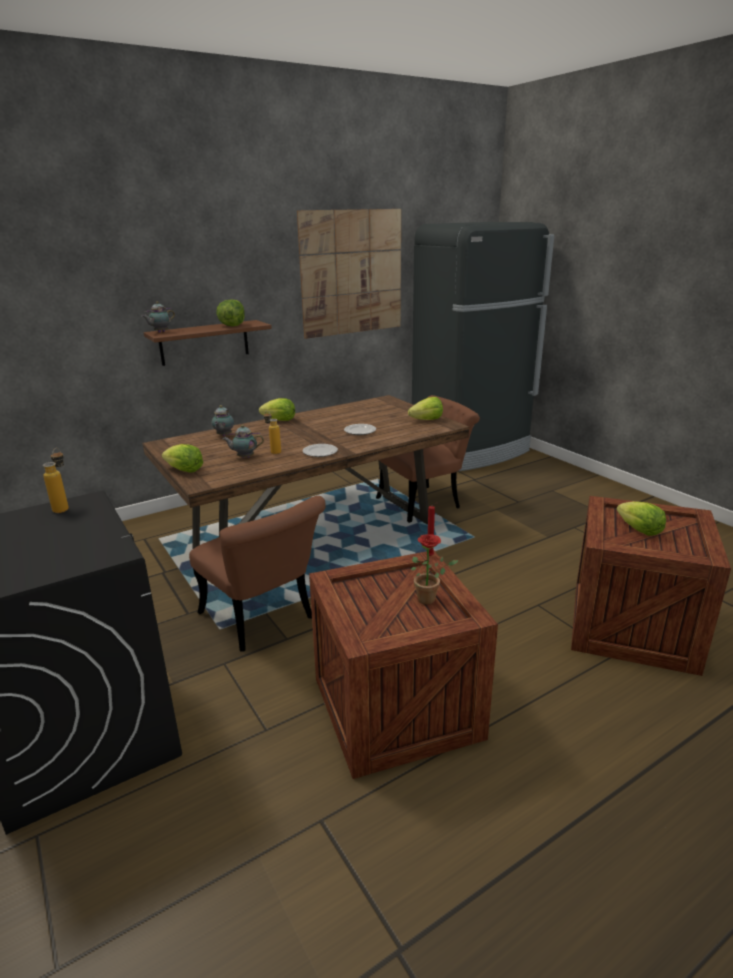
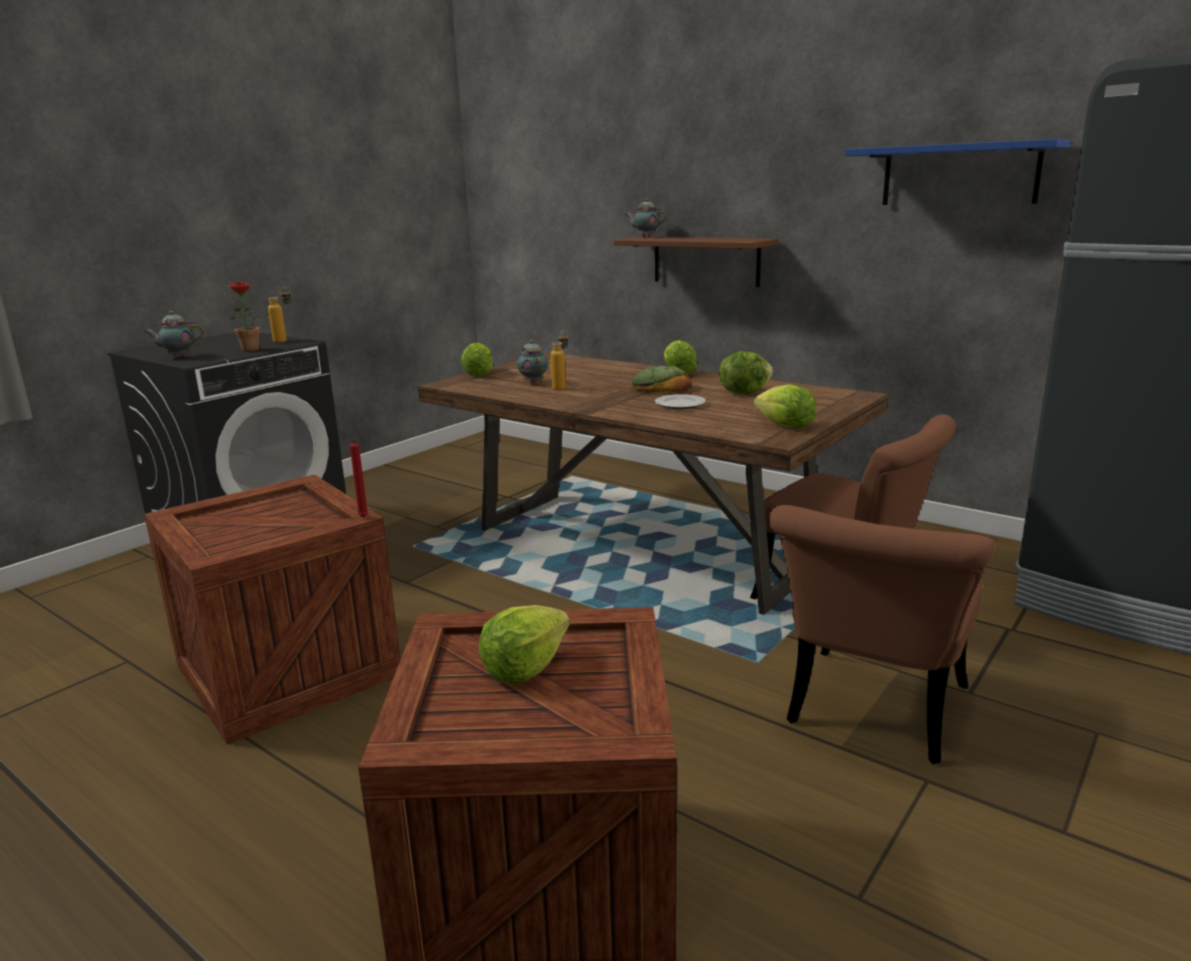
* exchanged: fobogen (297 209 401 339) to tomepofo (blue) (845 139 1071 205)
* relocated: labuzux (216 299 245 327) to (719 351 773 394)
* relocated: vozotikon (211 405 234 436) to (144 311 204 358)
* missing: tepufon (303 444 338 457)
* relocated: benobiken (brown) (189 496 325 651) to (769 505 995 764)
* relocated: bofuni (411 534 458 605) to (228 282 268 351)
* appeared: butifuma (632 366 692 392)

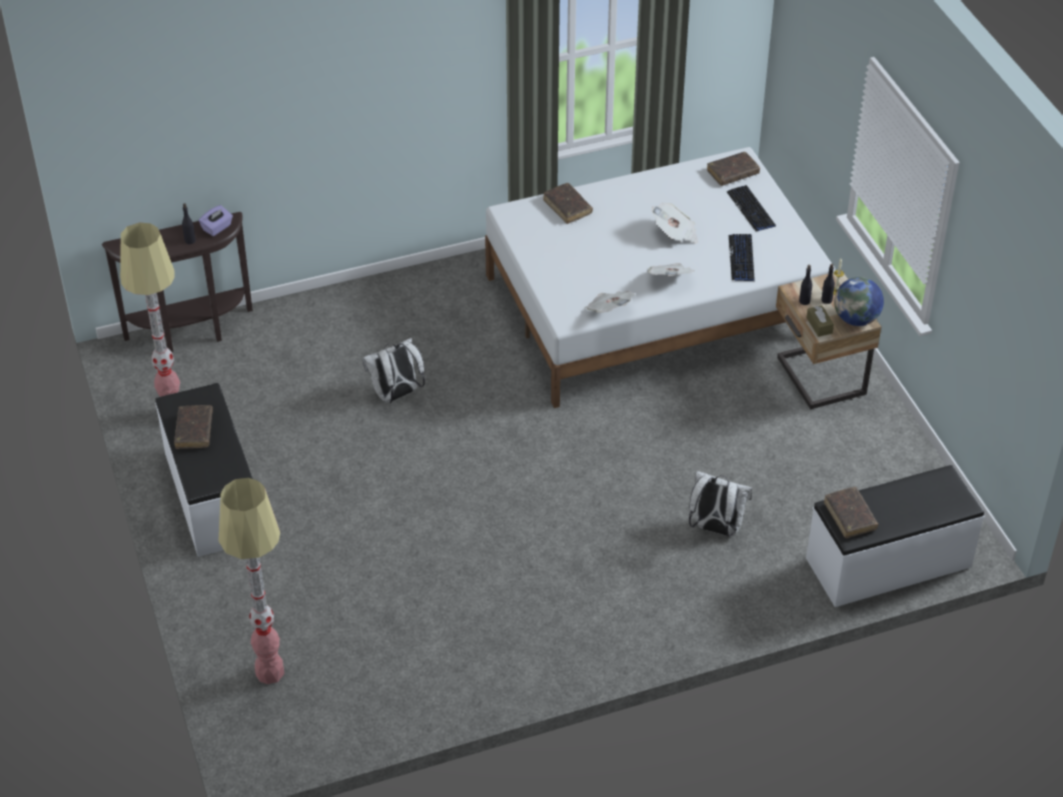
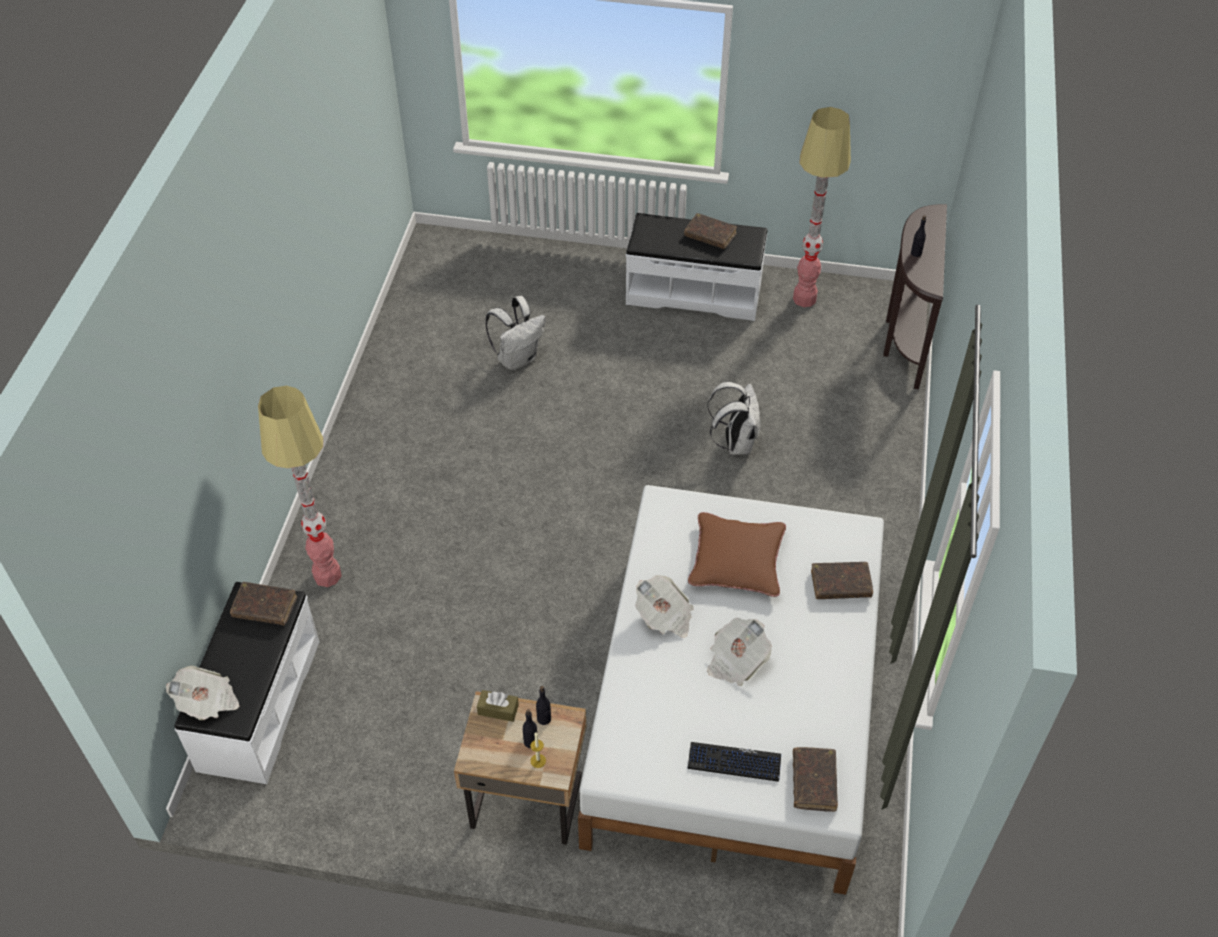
* missing: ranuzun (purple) (199 205 233 236)
* missing: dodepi (729 234 755 281)
* missing: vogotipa (834 277 884 326)
* relocated: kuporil (584 291 636 313) to (166 666 240 720)
* relocated: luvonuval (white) (689 471 752 536) to (485 296 546 370)
* relocated: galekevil (218 478 285 684) to (258 386 342 587)
* appeared: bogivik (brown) (688 512 786 597)

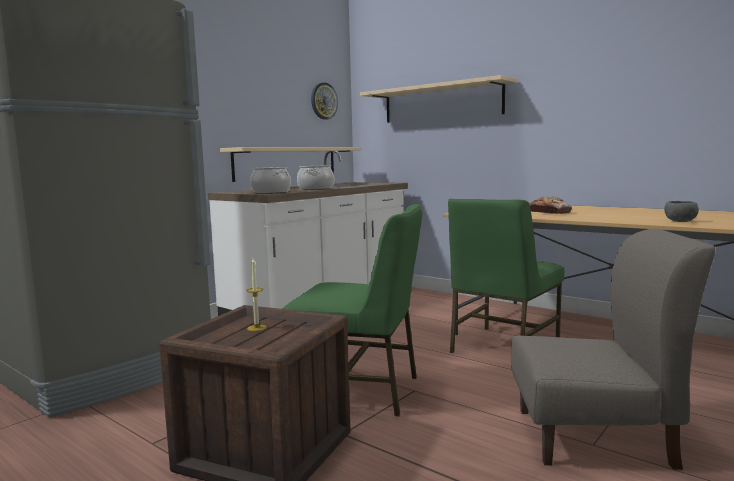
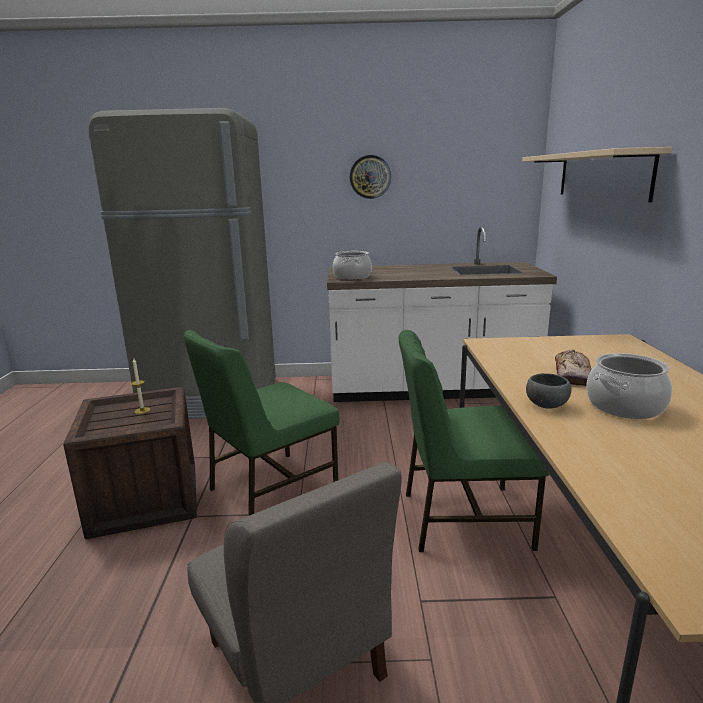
* relocated: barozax (311 82 338 120) to (350 155 391 199)
* missing: tomepofo (beige) (220 147 361 182)
* relocated: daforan (297 166 334 190) to (586 353 672 419)
* relocated: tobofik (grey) (664 201 699 222) to (526 373 571 408)
* spun: benobiken (green) (282 204 422 416) = (184 330 339 516) 75 degrees clockwise

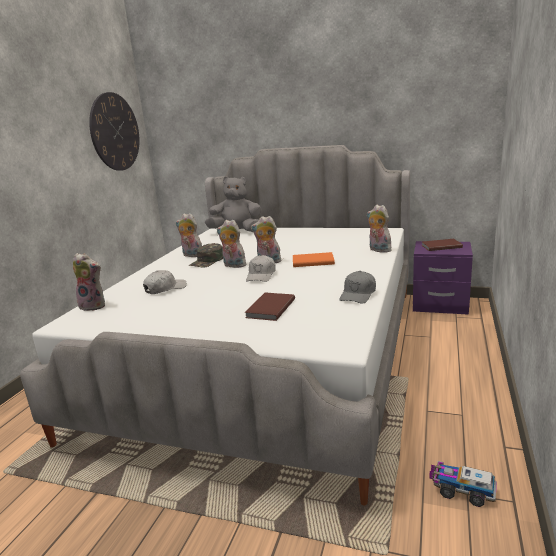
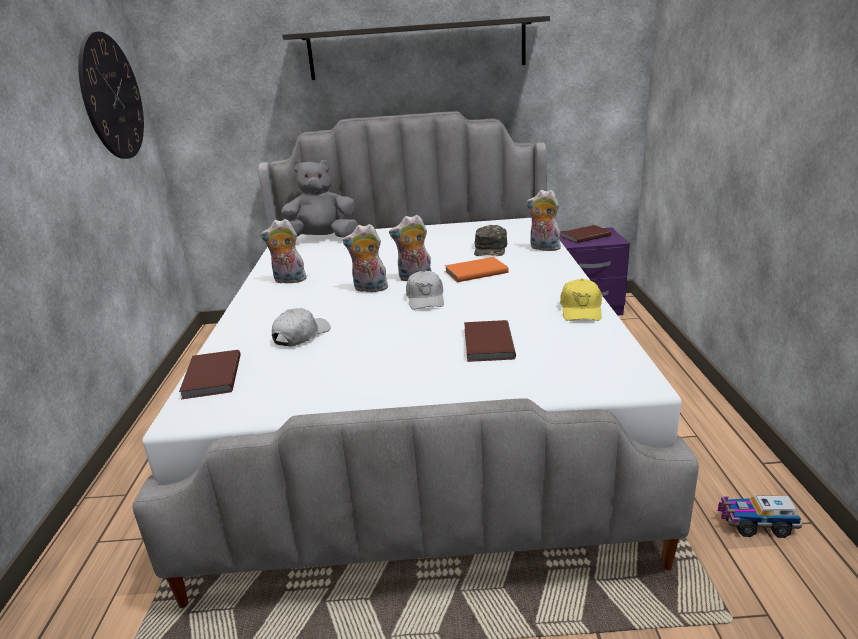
* relocated: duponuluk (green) (189 243 223 267) to (474 225 507 256)
* exchanged: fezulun (73 253 105 311) to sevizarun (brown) (179 350 241 399)
* colour: duponuluk (grey) (339 271 376 303) to duponuluk (yellow) (560 279 602 321)
* appeared: tomepofo (282 16 550 80)

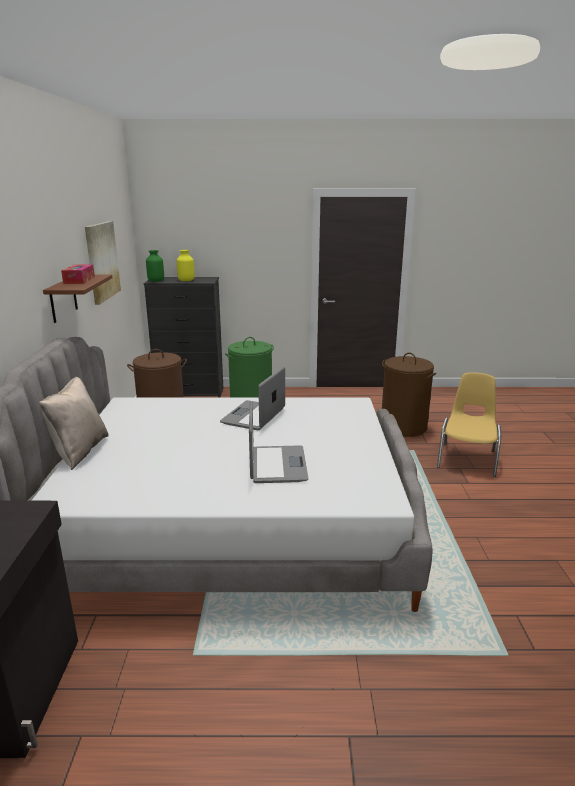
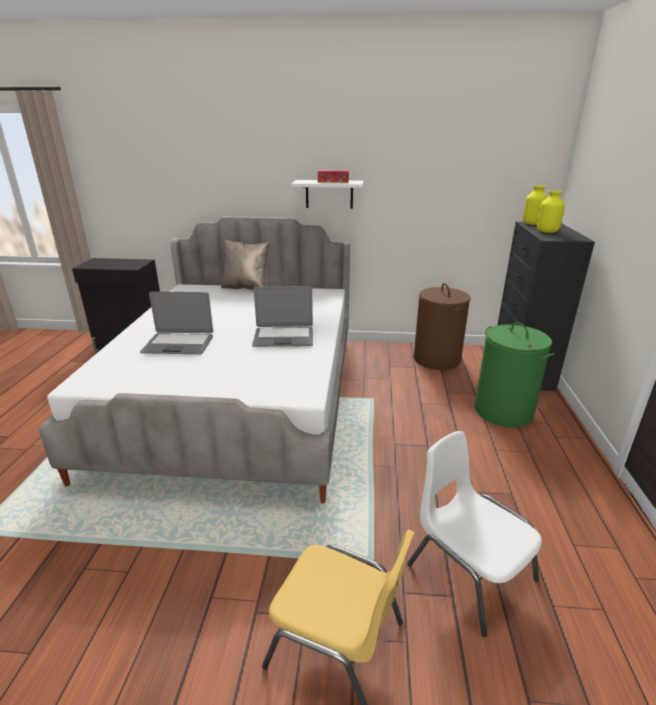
* missing: fobogen (85 221 121 305)
* colour: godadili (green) (146 250 164 282) to godadili (yellow) (523 186 548 225)
* colour: tomepofo (brown) (43 275 112 323) to tomepofo (white) (291 180 364 209)
* exchanged: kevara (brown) (382 353 436 437) to benobiken (white) (407 431 542 637)
* spun: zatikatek (220 367 285 430) = (252 286 313 347) 150 degrees clockwise

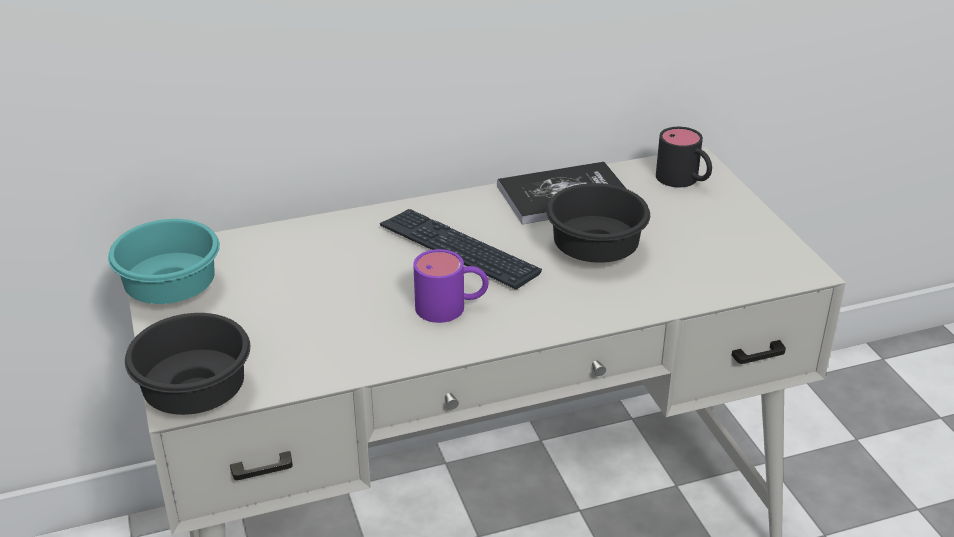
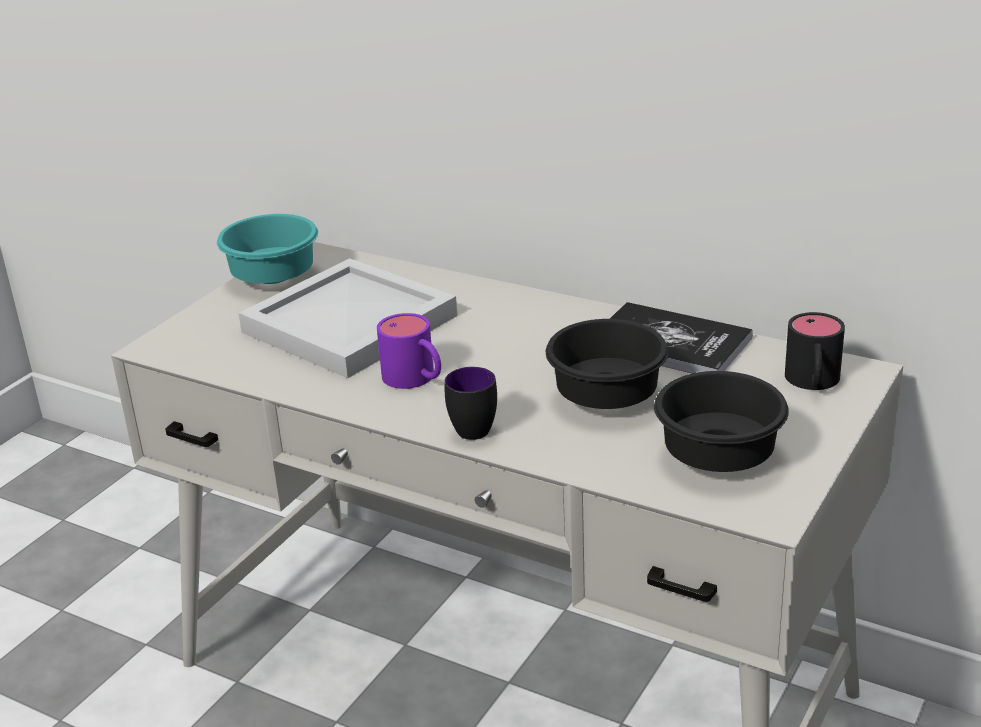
* missing: dodepi (380 209 542 289)
* relocated: tobofik (black) (125 313 250 415) to (654 371 789 472)
* appeared: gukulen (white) (239 258 457 378)
* appeared: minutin (444 367 497 440)

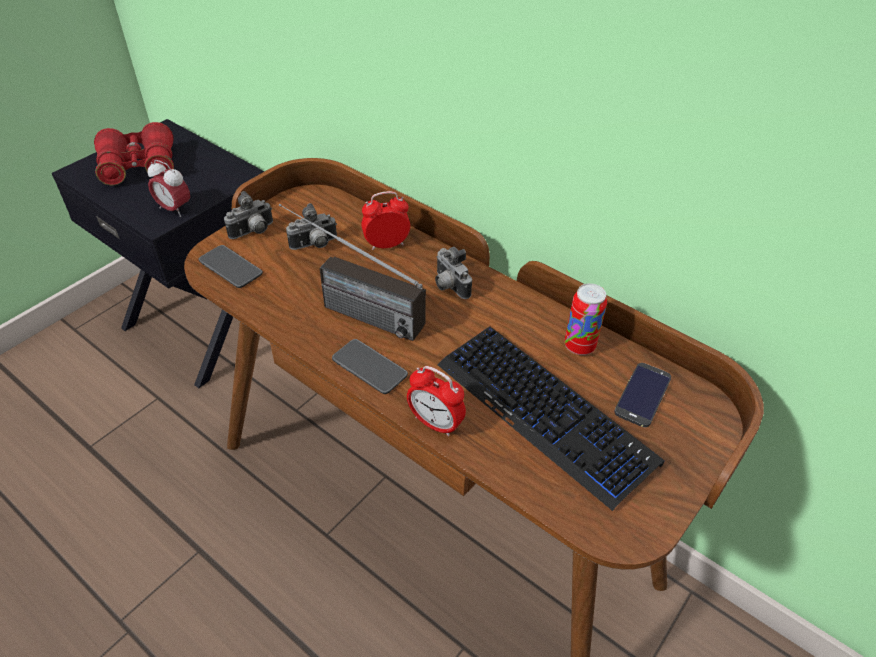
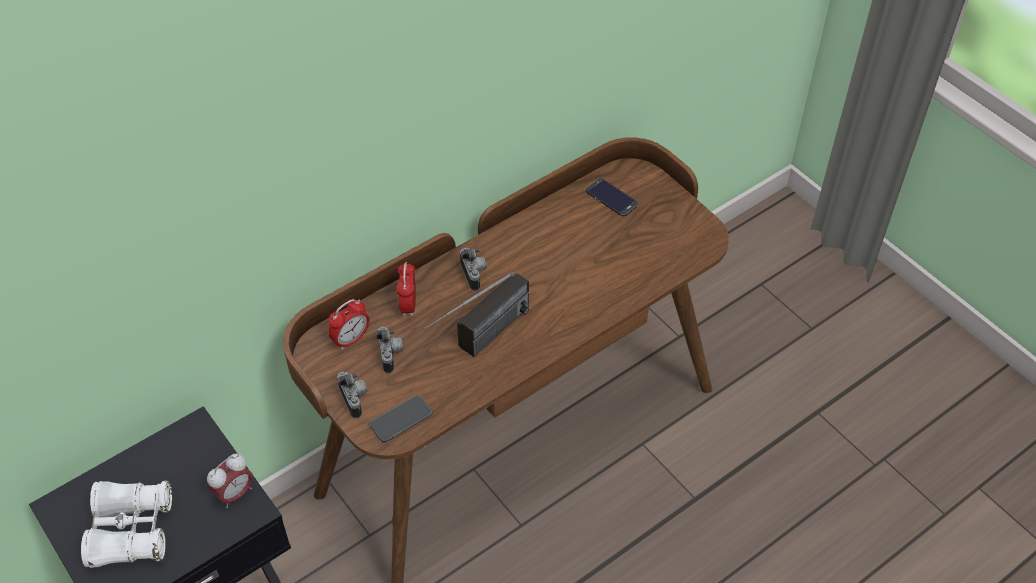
* colour: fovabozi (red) (94 122 174 185) to fovabozi (white) (81 480 172 568)
* spun: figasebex (435 247 472 299) = (460 247 487 291) 90 degrees counterclockwise
* missing: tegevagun (564 283 607 355)
* missing: dodepi (438 326 665 511)
* missing: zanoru (332 339 408 394)
* relocated: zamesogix (407 366 466 437) to (328 299 370 350)

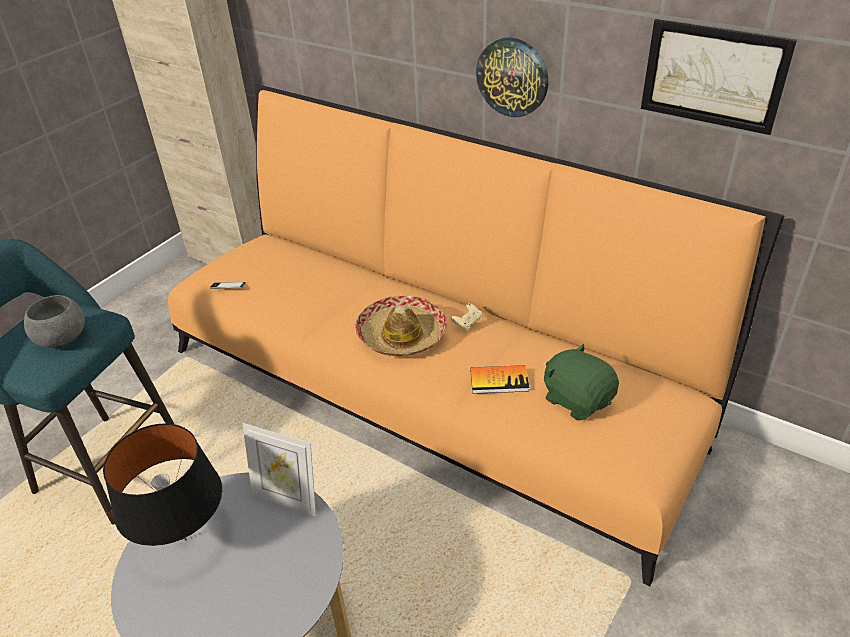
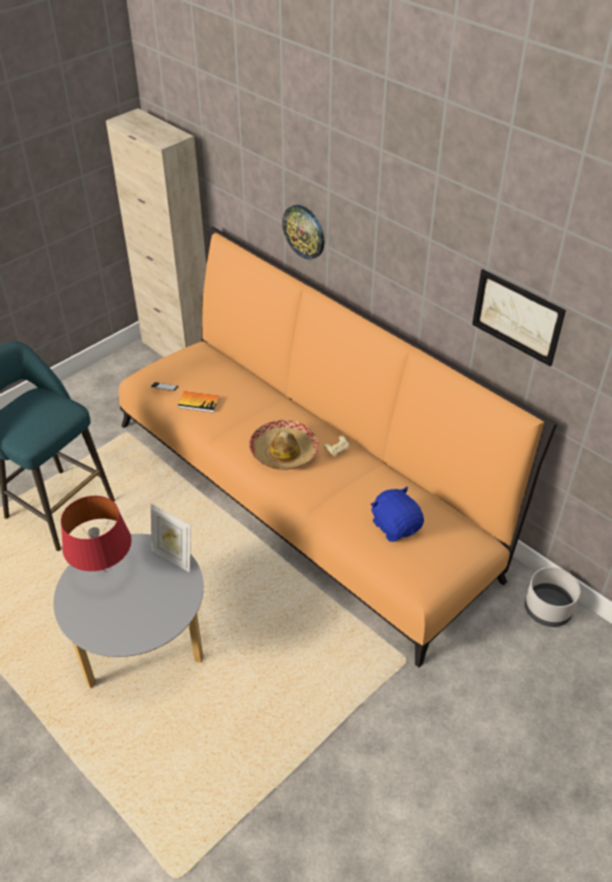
* relocated: barozax (476 37 548 117) to (282 205 325 260)
* missing: tobofik (grey) (24 295 85 347)
* colour: fezulun (green) (544 344 619 420) to fezulun (blue) (371 487 424 542)
* relocated: sevizarun (470 365 529 394) to (178 391 220 413)
* colour: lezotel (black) (103 423 222 546) to lezotel (red) (61 496 132 572)
* appeared: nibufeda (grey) (525 567 580 627)

